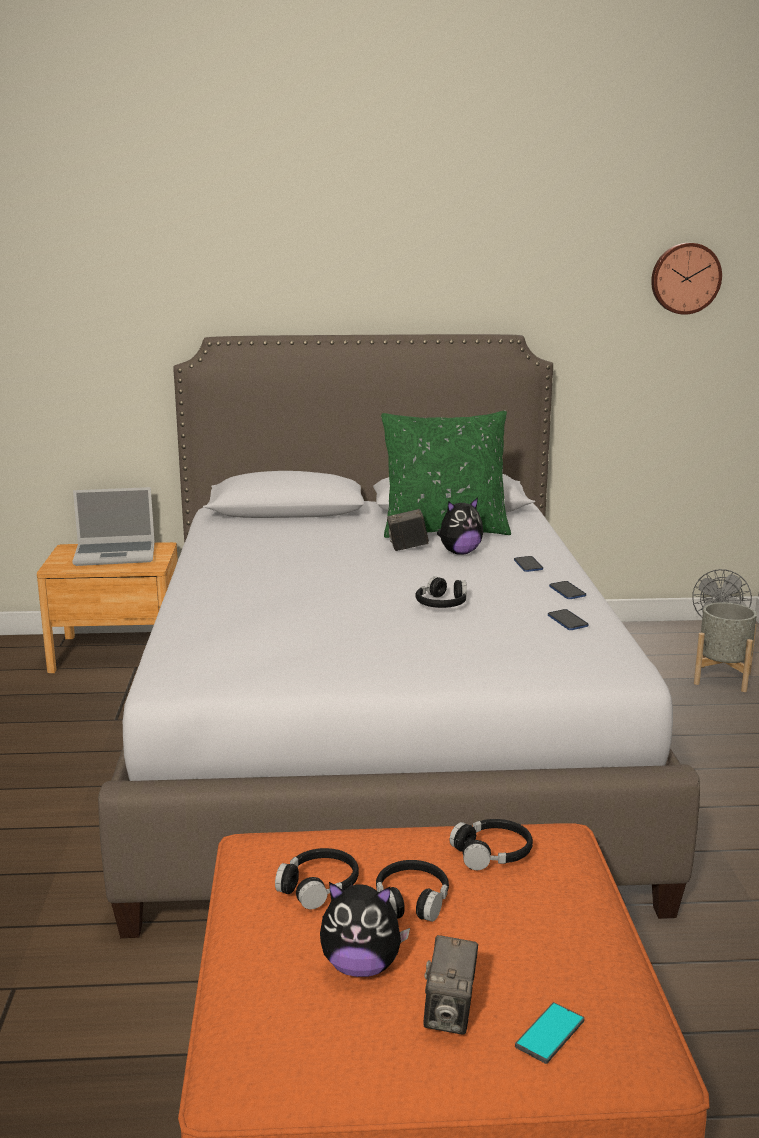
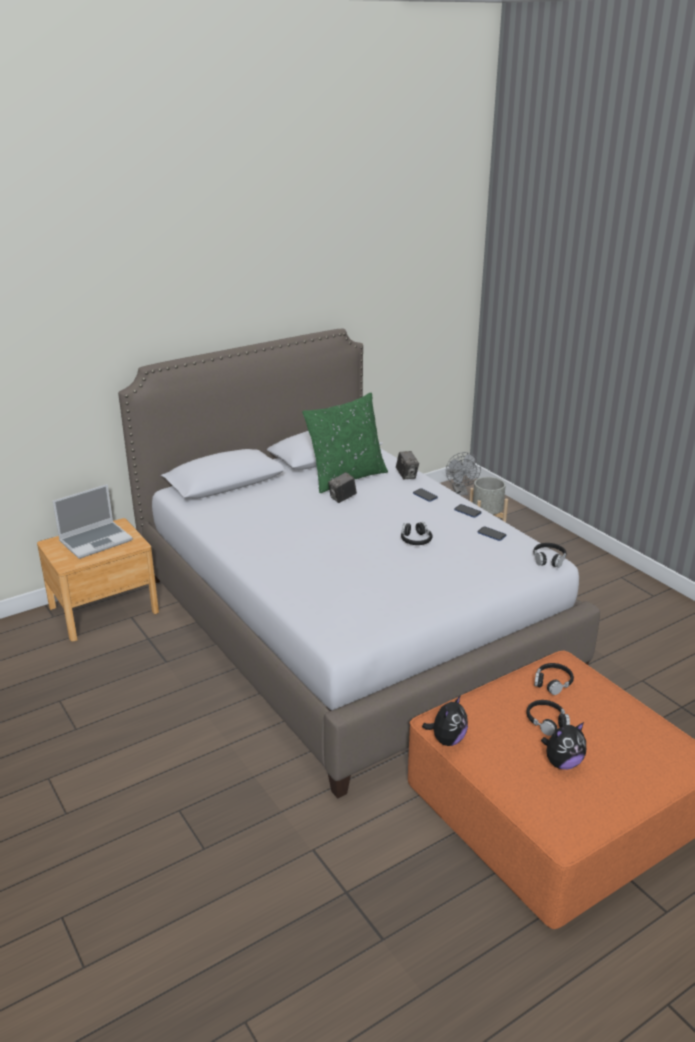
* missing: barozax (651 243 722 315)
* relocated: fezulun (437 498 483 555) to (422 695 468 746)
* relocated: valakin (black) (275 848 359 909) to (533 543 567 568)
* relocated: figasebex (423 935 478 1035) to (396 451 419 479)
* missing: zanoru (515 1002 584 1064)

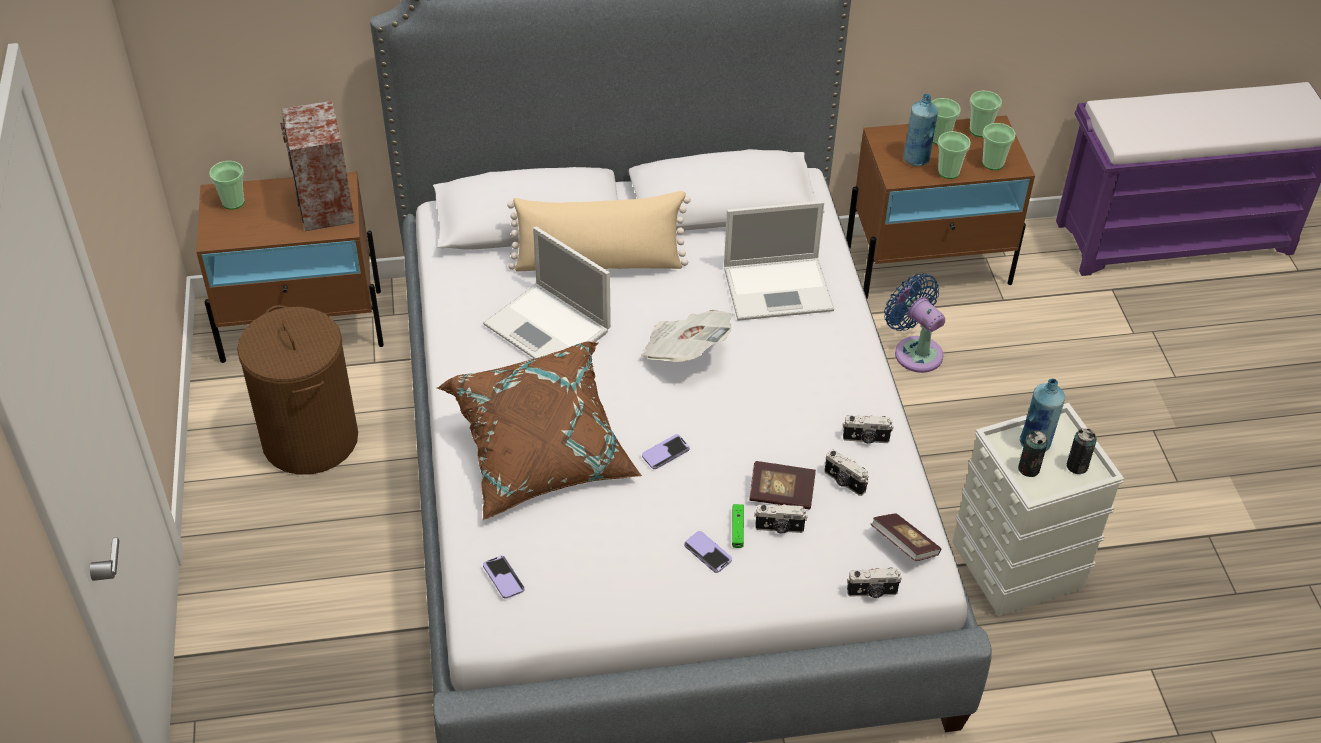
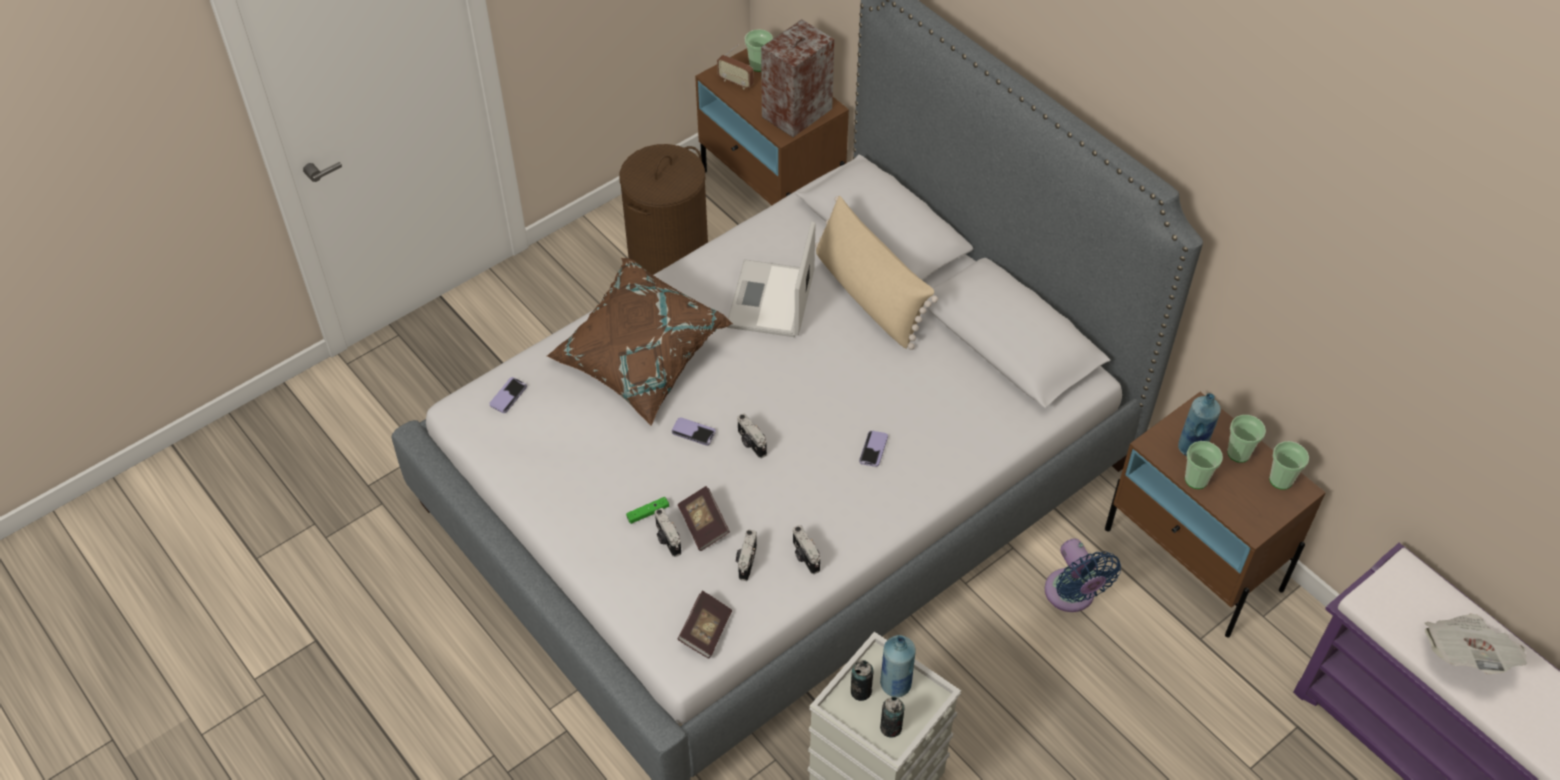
* missing: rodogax (982 123 1015 170)
* missing: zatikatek (724 201 834 321)
* spun: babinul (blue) (884 274 945 373) = (1044 538 1121 612) 135 degrees clockwise
* relocated: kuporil (641 310 733 362) to (1424 613 1527 674)
* relocated: zanoru (684 531 732 573) to (859 431 888 467)
* relocated: figasebex (847 568 902 598) to (737 413 767 458)
* appeared: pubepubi (717 44 754 90)

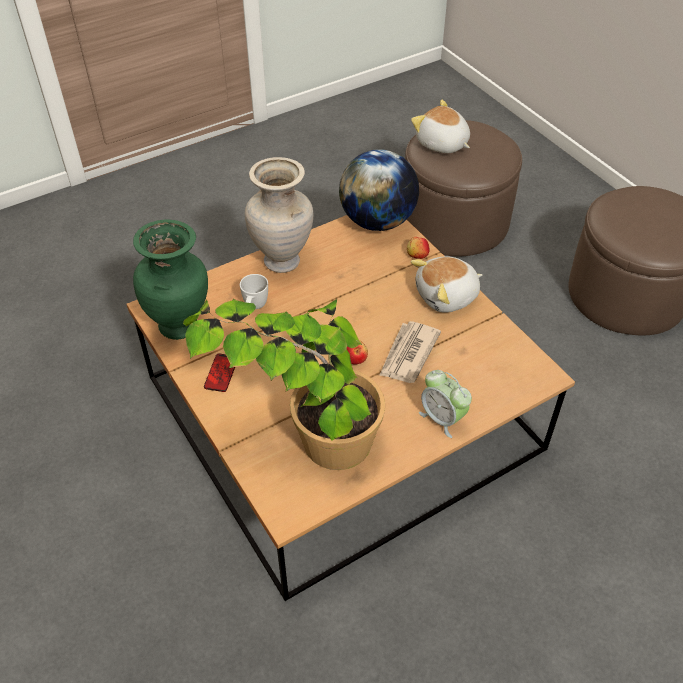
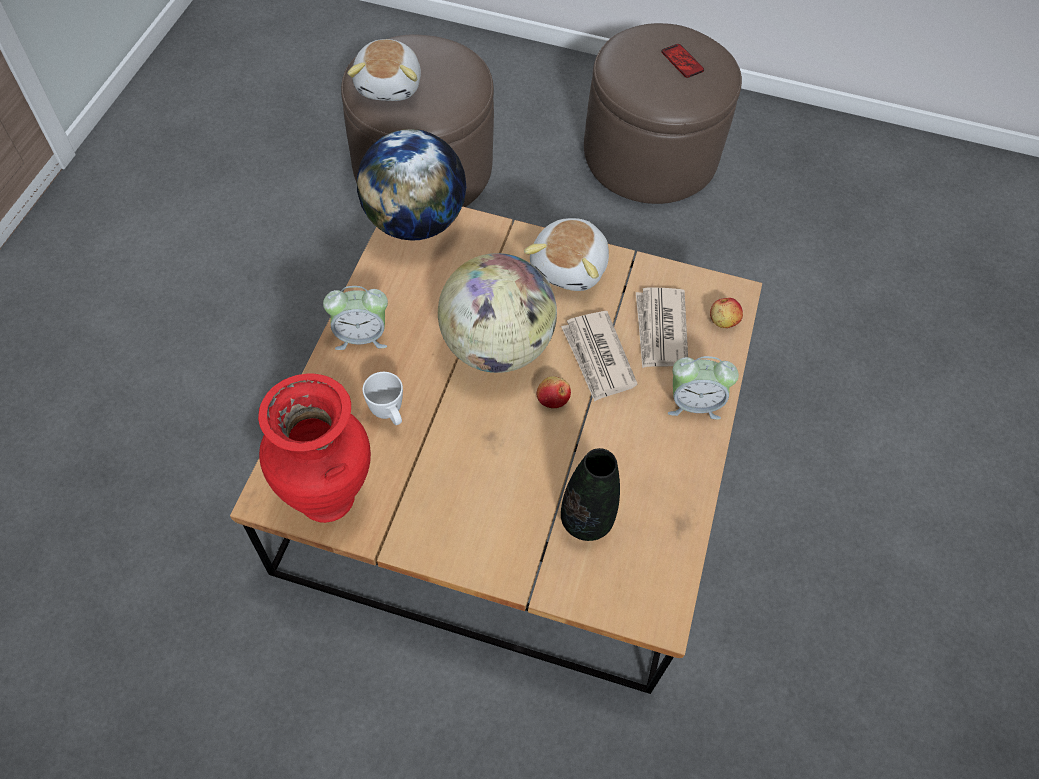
* spun: fezulun (411 100 470 153) = (347 39 421 101) 90 degrees counterclockwise
* exchanged: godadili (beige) (245 157 313 273) to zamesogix (323 286 388 350)
* colour: godadili (green) (133 220 208 340) to godadili (red) (258 373 371 523)
* relocated: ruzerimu (407 237 430 259) to (710 298 743 328)
* exchanged: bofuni (183 299 385 470) to godadili (black) (561 448 620 541)
* relocated: zanoru (204 353 235 392) to (661 44 704 78)
* appeared: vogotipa (438 253 557 373)
* appeared: kuporil (636 288 688 368)

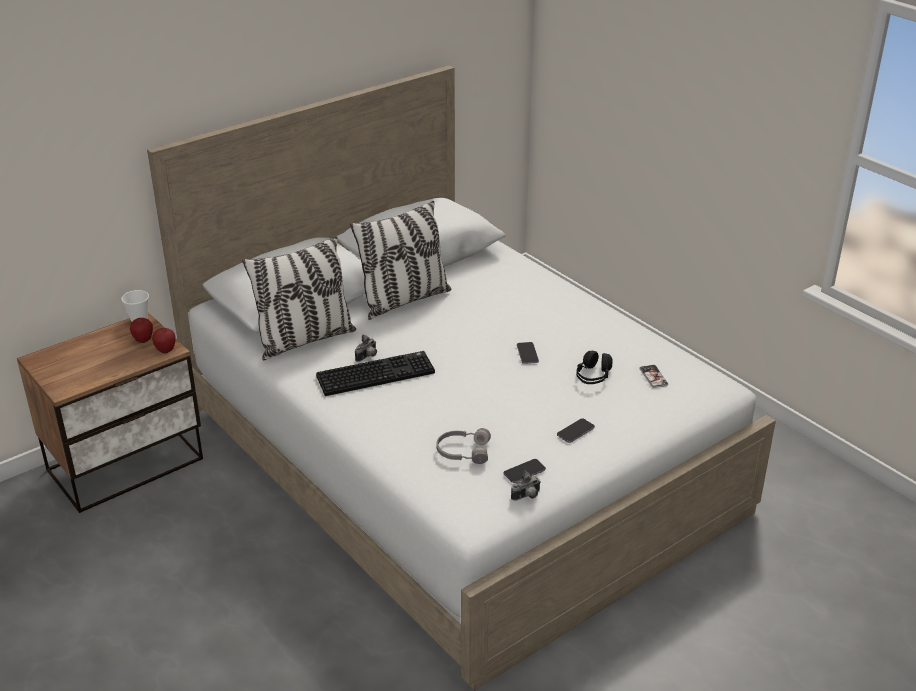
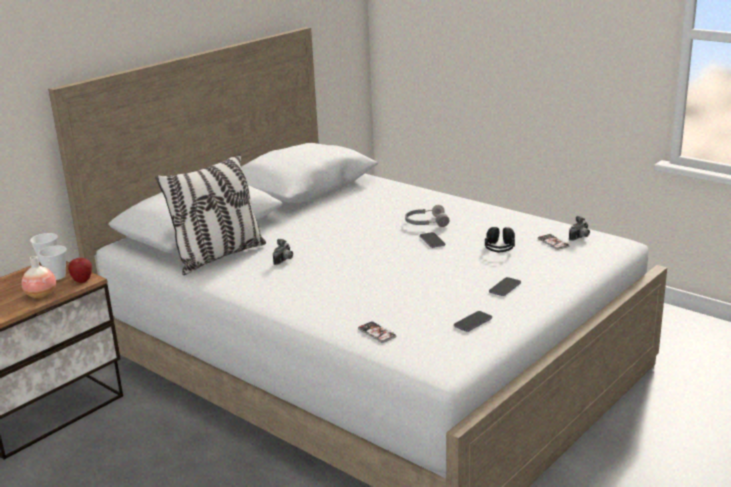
* missing: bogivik (350 201 451 320)
* exchanged: ruzerimu (130 318 153 343) to rodogax (38 245 67 280)
* missing: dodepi (316 351 435 396)
* relocated: valakin (grey) (436 428 491 464) to (405 205 450 227)
* relocated: figasebex (511 470 541 501) to (569 216 590 241)
* appeared: godadili (21 256 56 299)
* appeared: zanoru (358 321 396 343)

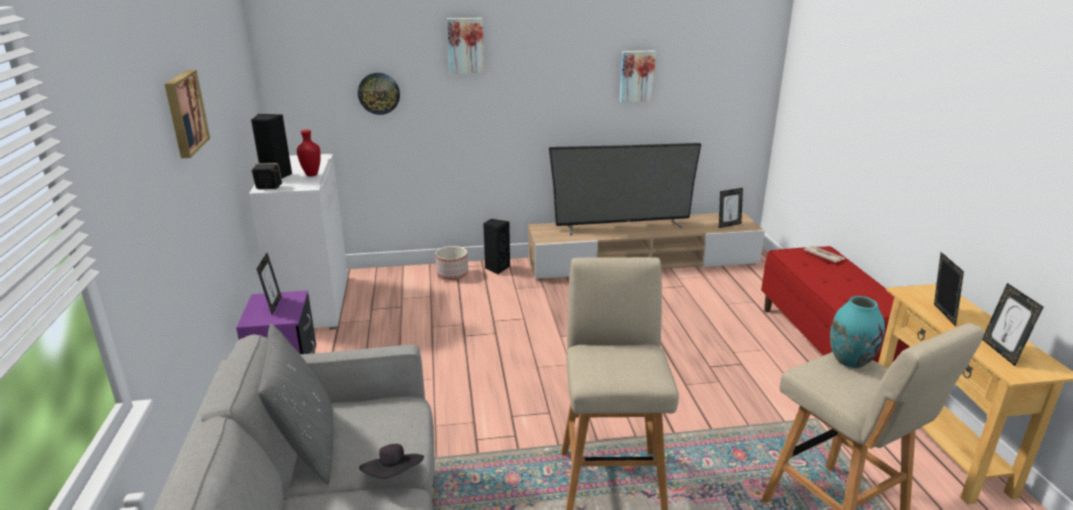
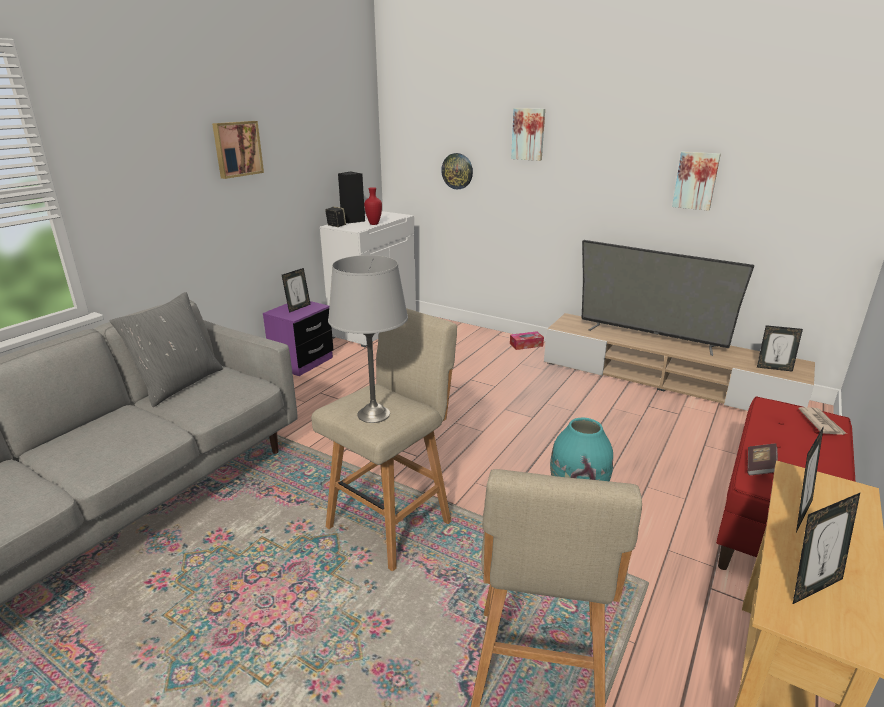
* exchanged: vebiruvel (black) (483 219 510 274) to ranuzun (510 331 544 350)
* missing: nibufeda (435 246 468 280)
* spun: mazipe (982 283 1043 366) = (793 493 860 604) 150 degrees counterclockwise
* missing: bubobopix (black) (359 444 424 479)
* appeared: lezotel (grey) (328 255 408 423)
* appeared: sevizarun (747 444 778 475)

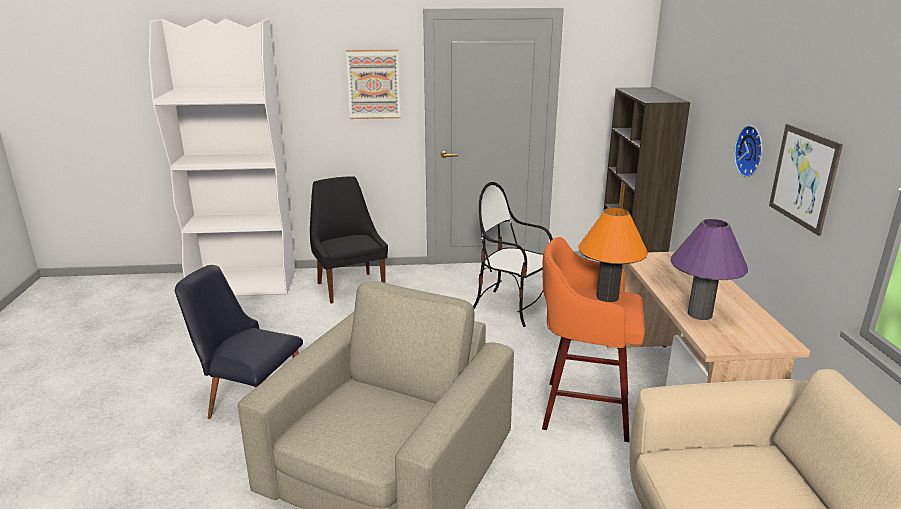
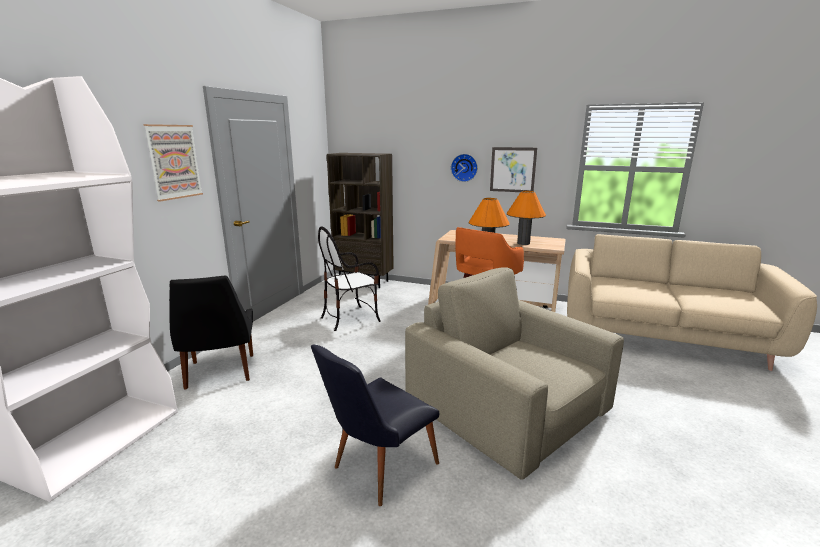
* spun: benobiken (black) (310 176 388 303) = (169 276 253 390) 105 degrees counterclockwise
* colour: lezotel (purple) (670 219 748 320) to lezotel (orange) (507 191 546 245)

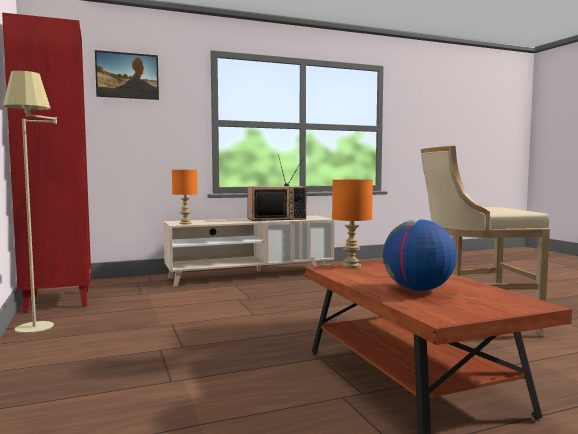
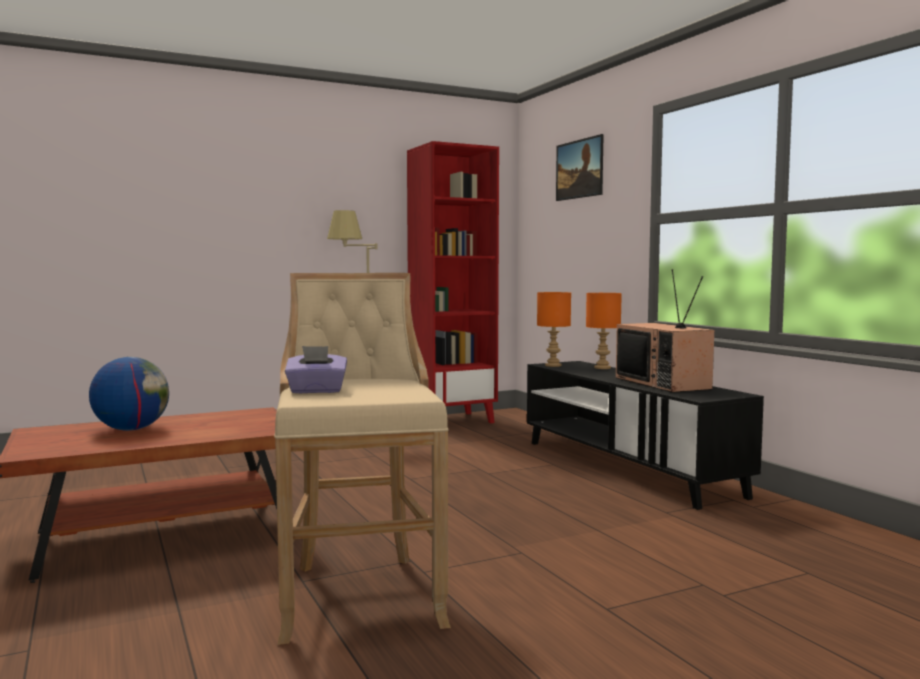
* relocated: lezotel (orange) (332 179 373 268) to (586 293 622 369)
* colour: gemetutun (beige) (164 216 335 287) to gemetutun (black) (527 361 764 510)
* appeared: ranuzun (purple) (285 346 347 393)

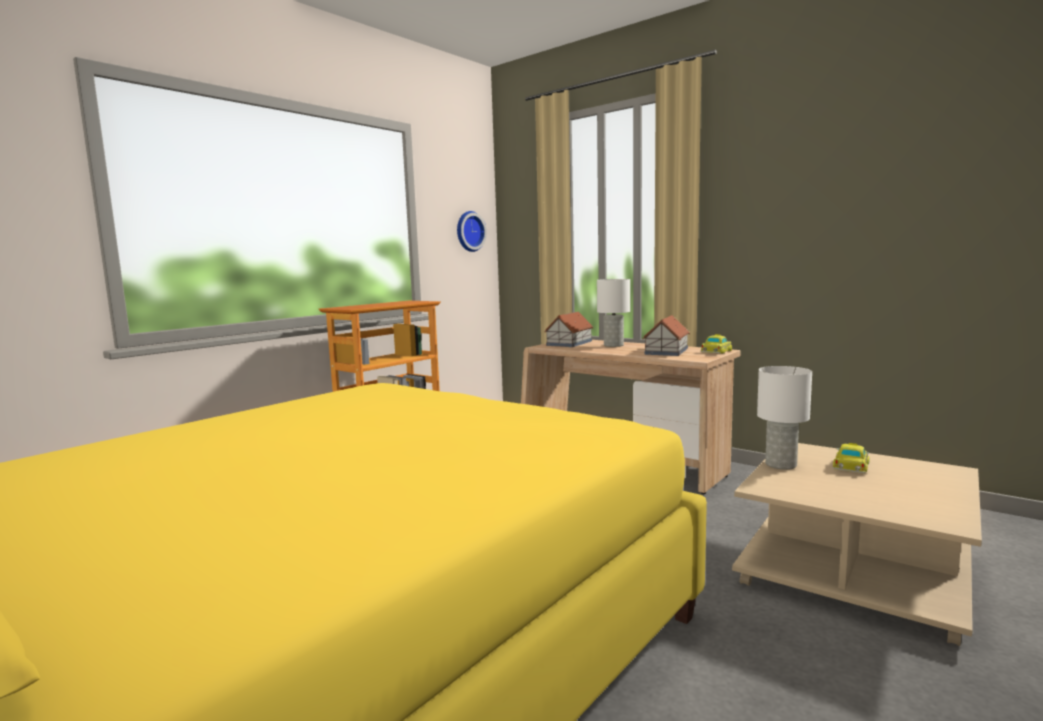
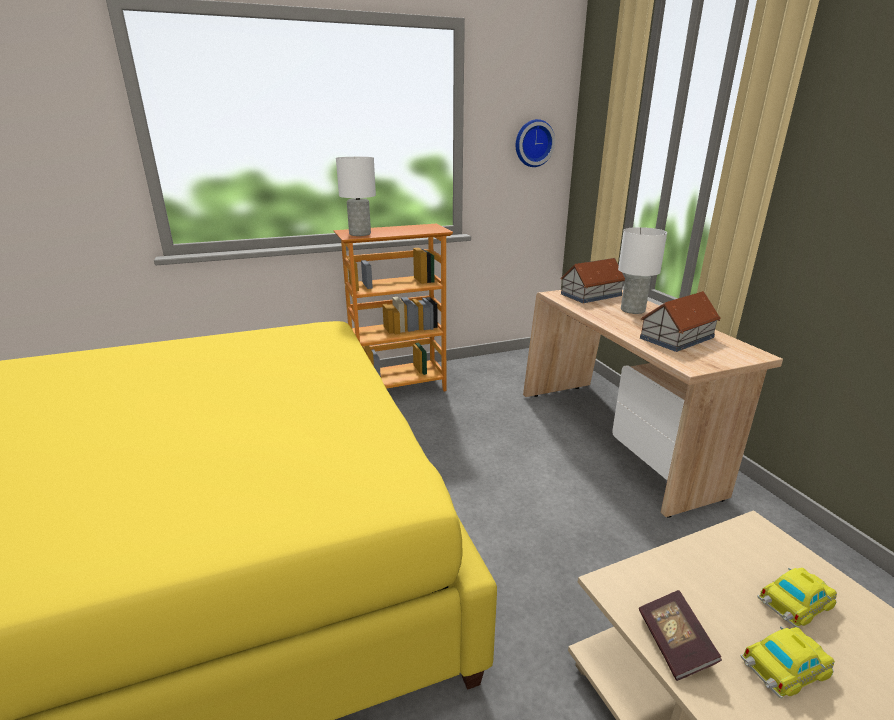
* relocated: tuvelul (700 334 732 353) to (741 626 835 699)
* relocated: lezotel (white) (757 366 812 470) to (336 157 376 236)
* appeared: sevizarun (639 590 722 681)

